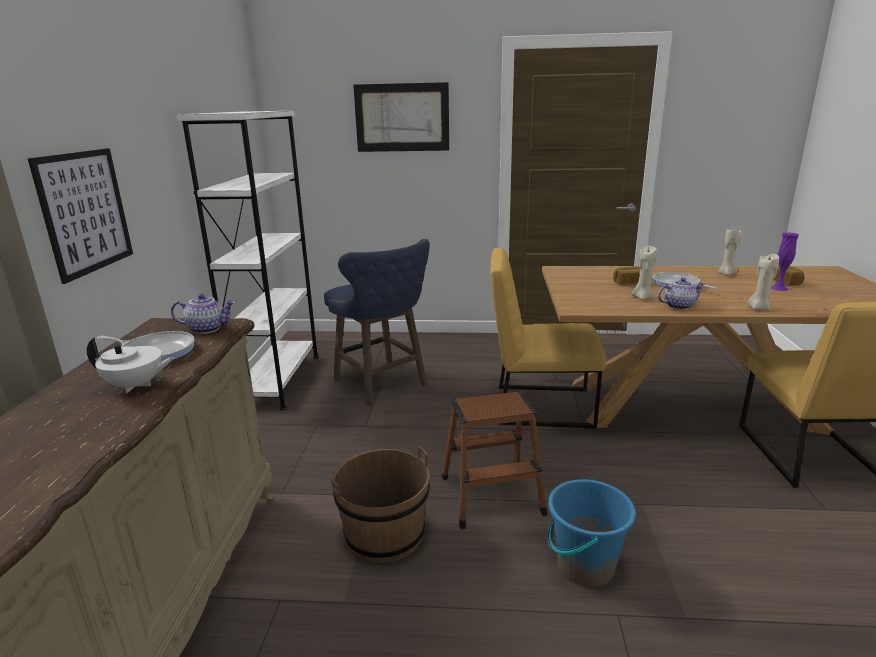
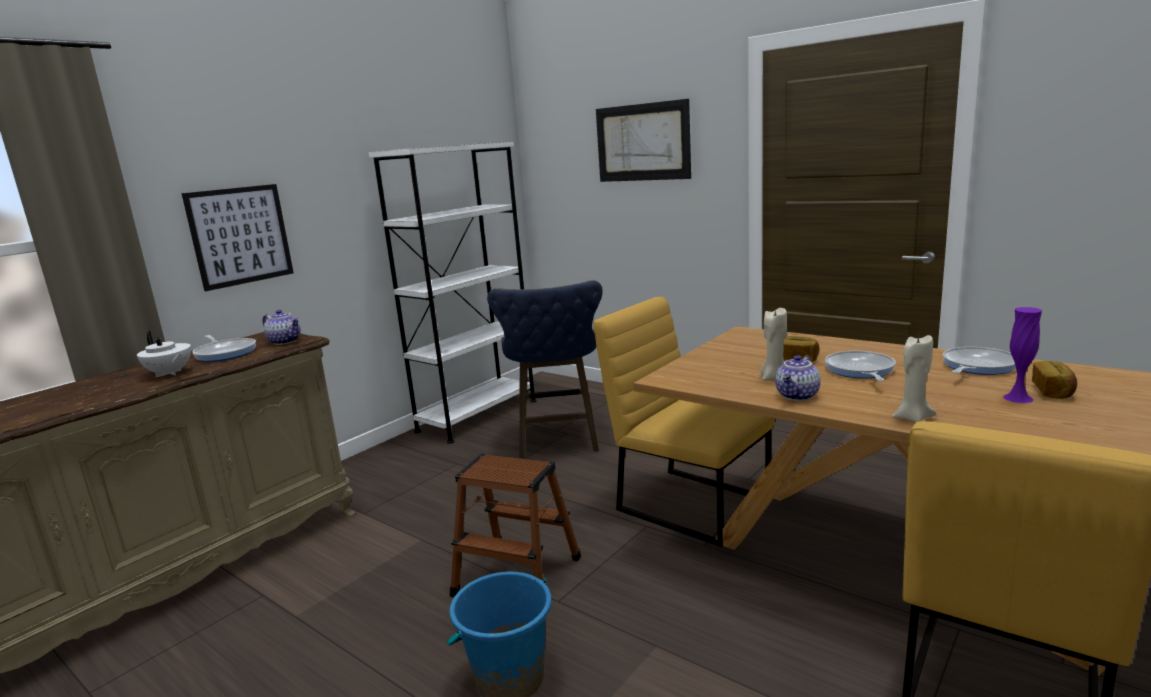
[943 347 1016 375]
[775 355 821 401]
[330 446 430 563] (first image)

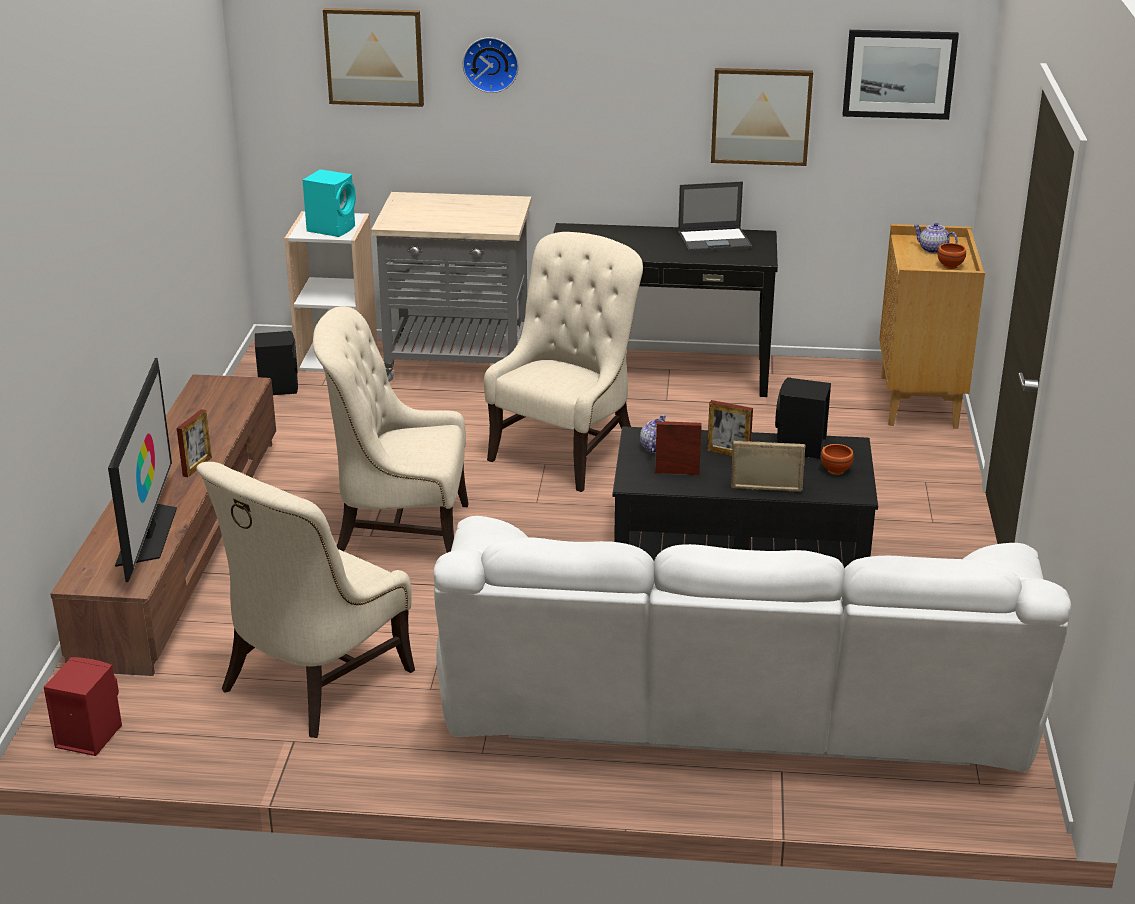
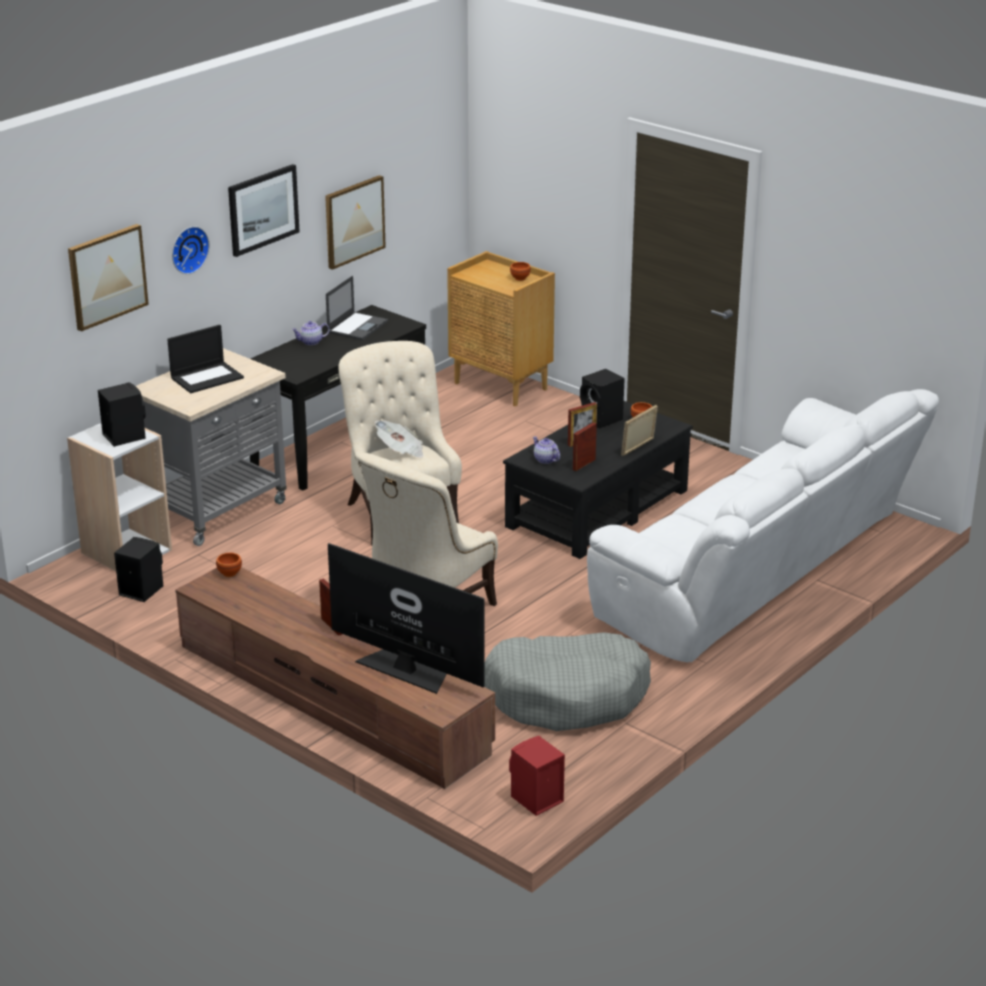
[228 164 300 257]
[98 382 146 447]
[292 321 330 345]
[485 632 651 731]
[167 325 244 393]
[374 421 423 458]
[216 553 242 577]

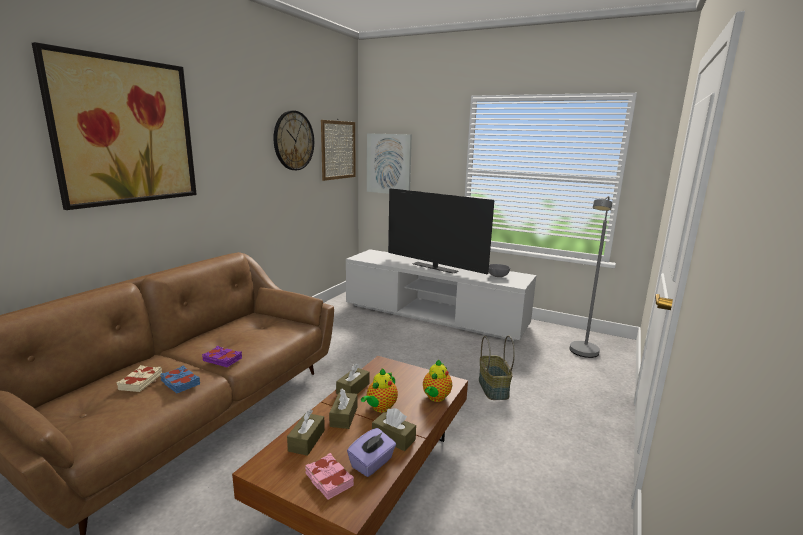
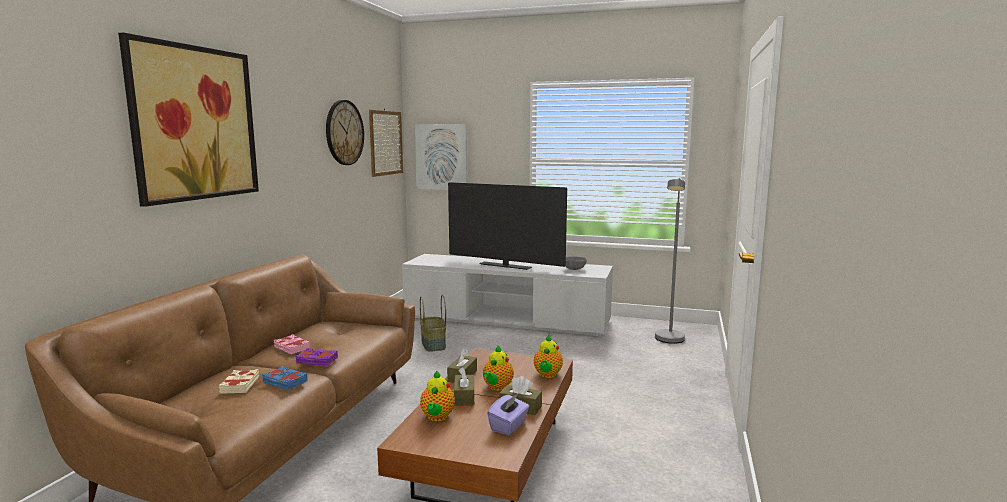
[420 294 446 352]
[420 371 455 421]
[274 335 310 354]

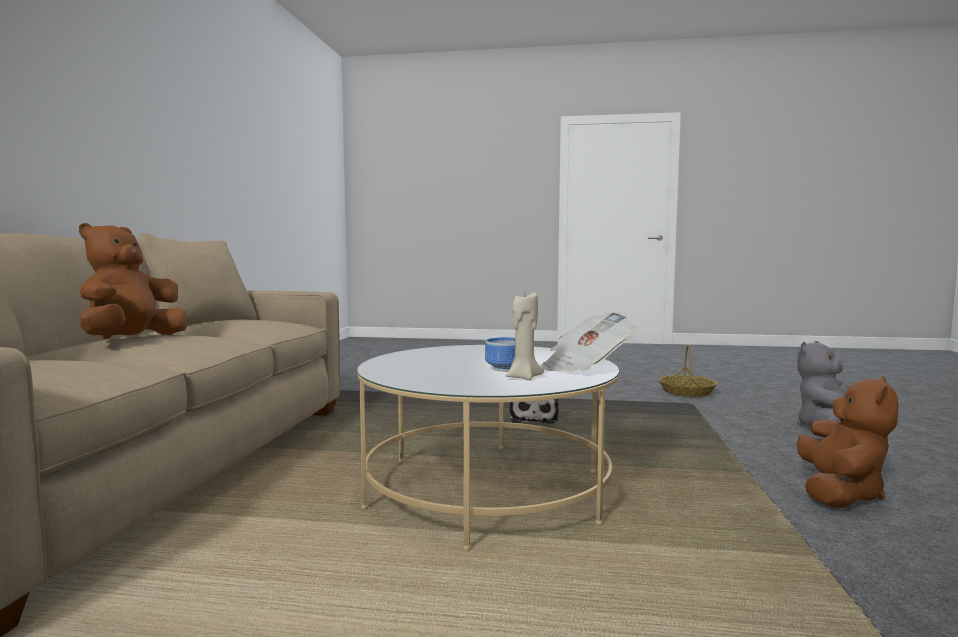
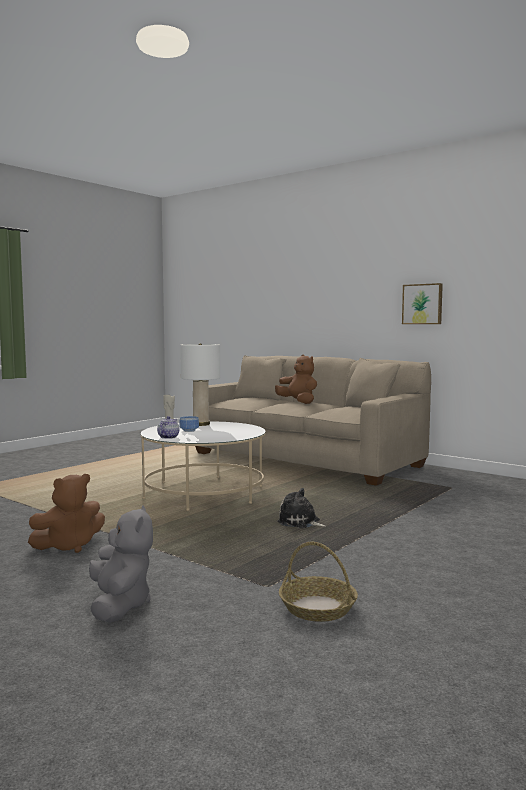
[157 416 180 439]
[28 474 105 553]
[402 283 443 324]
[180 343 220 426]

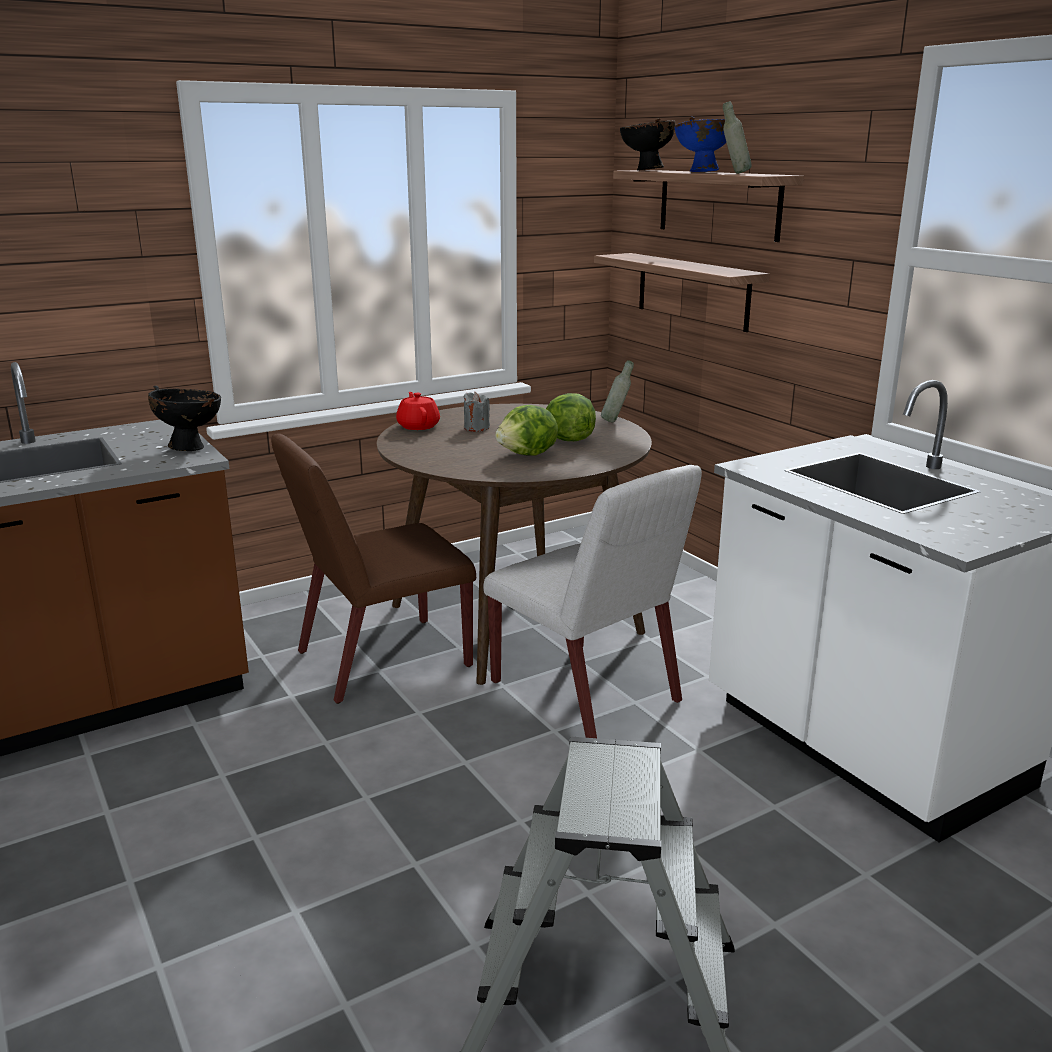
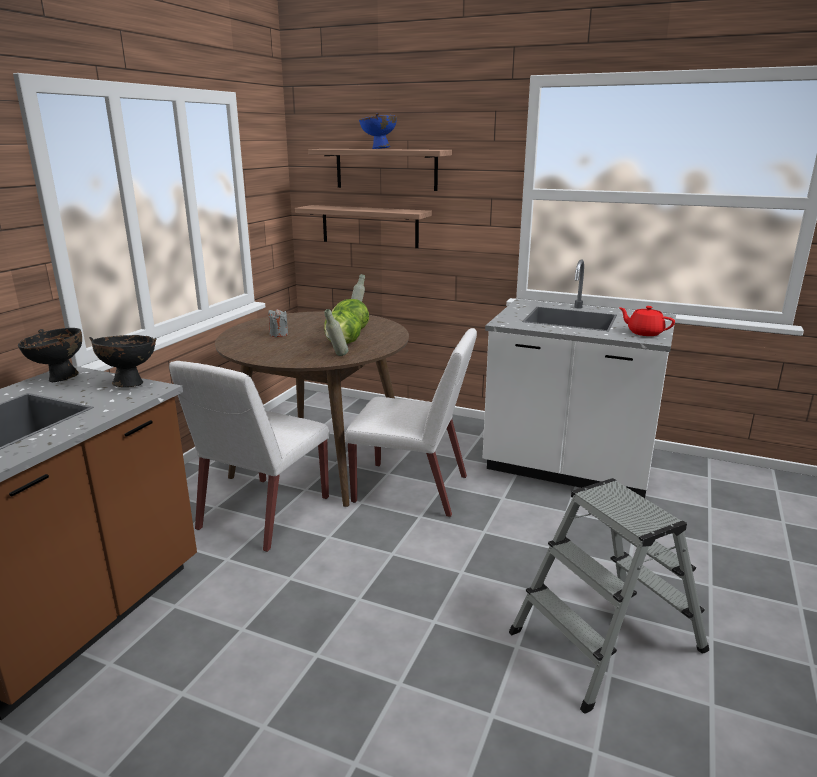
[324 309 348 356]
[18 328 82 382]
[619 306 675 336]
[169 361 330 552]

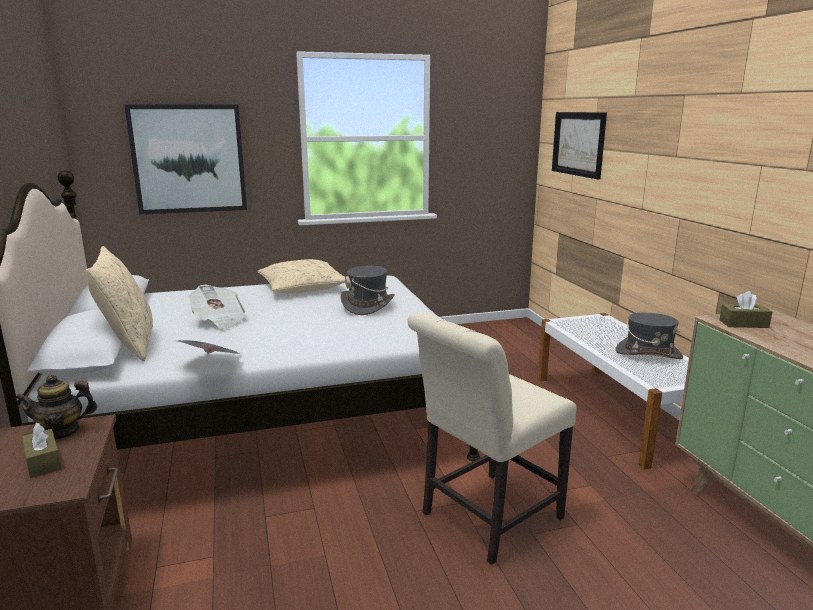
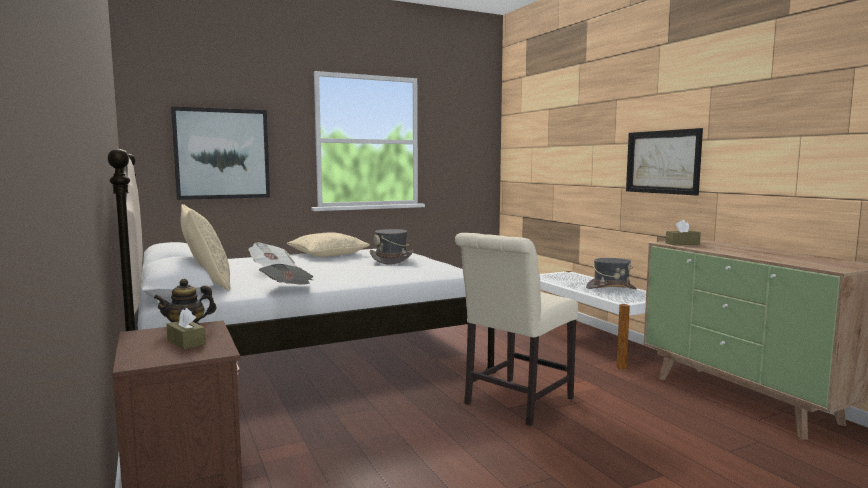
[626 128 703 195]

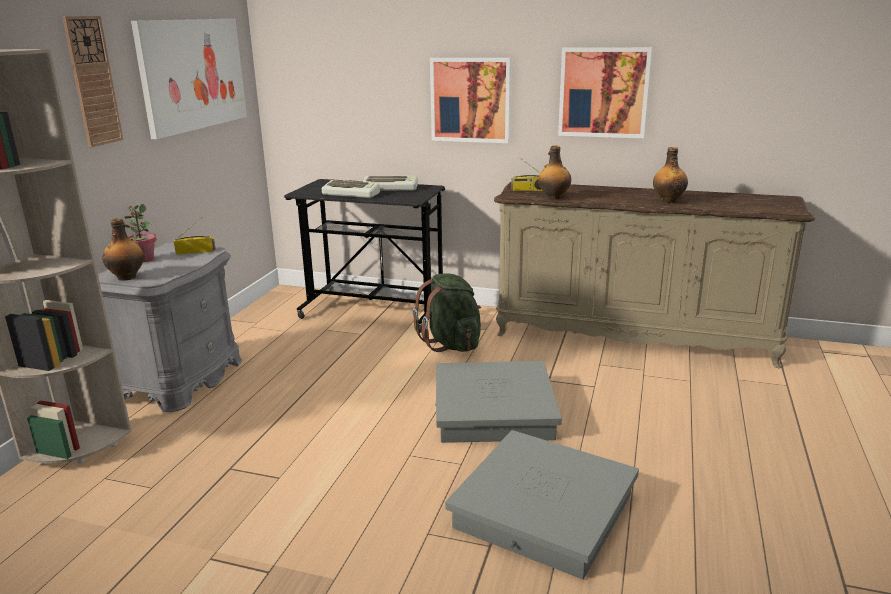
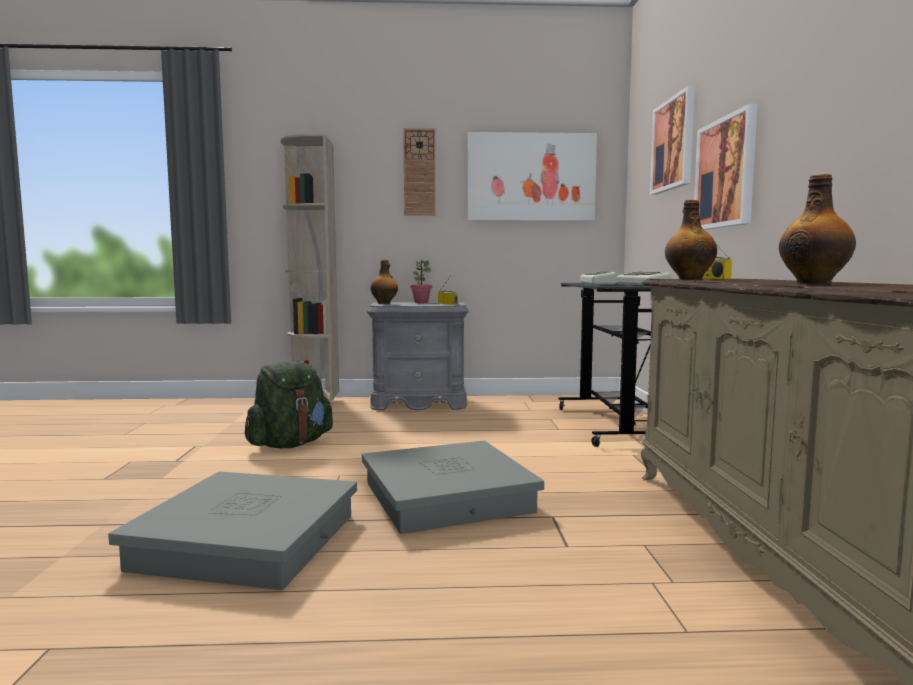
[650 86 695 195]
[245 361 333 448]

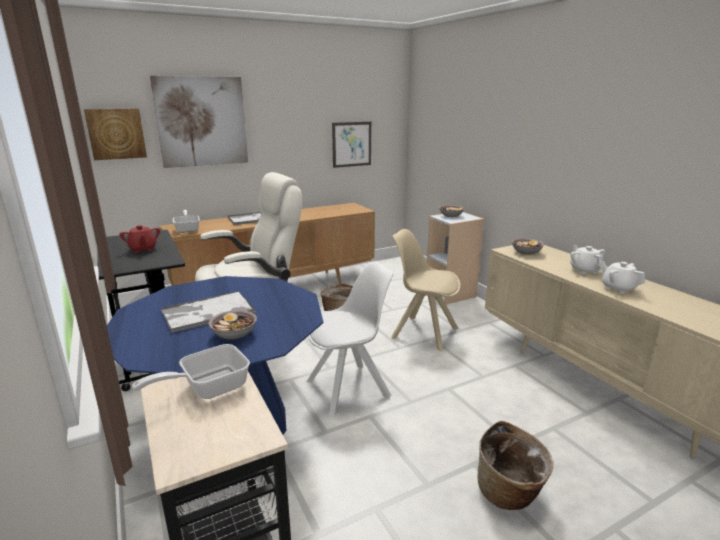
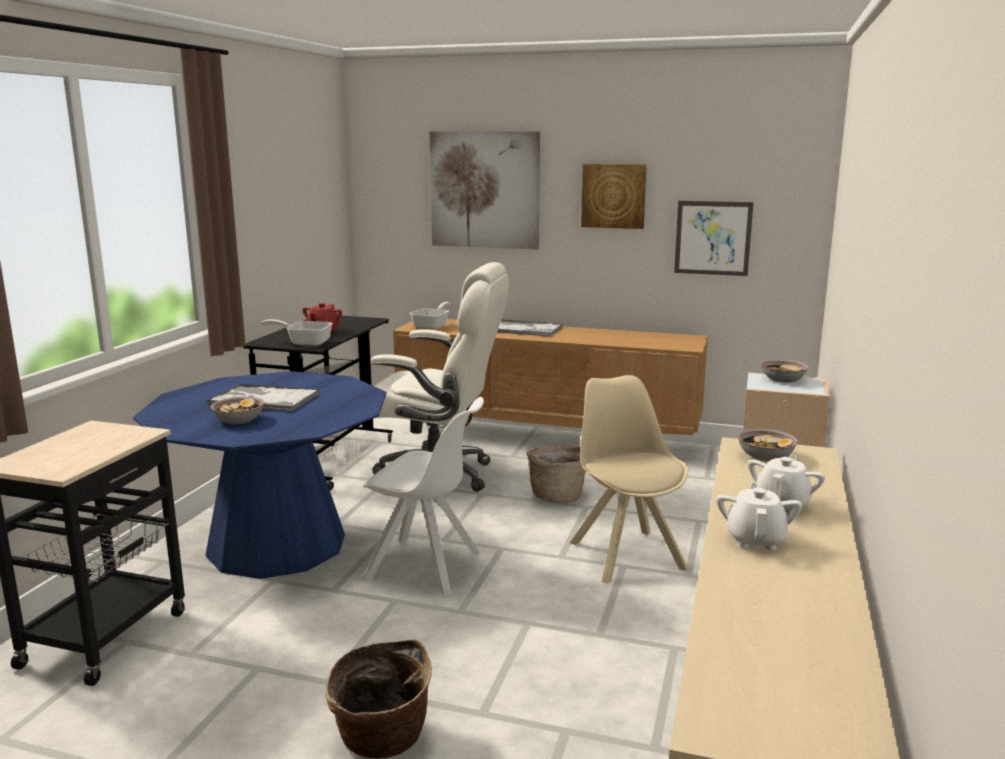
[581 164 647 229]
[261 319 333 346]

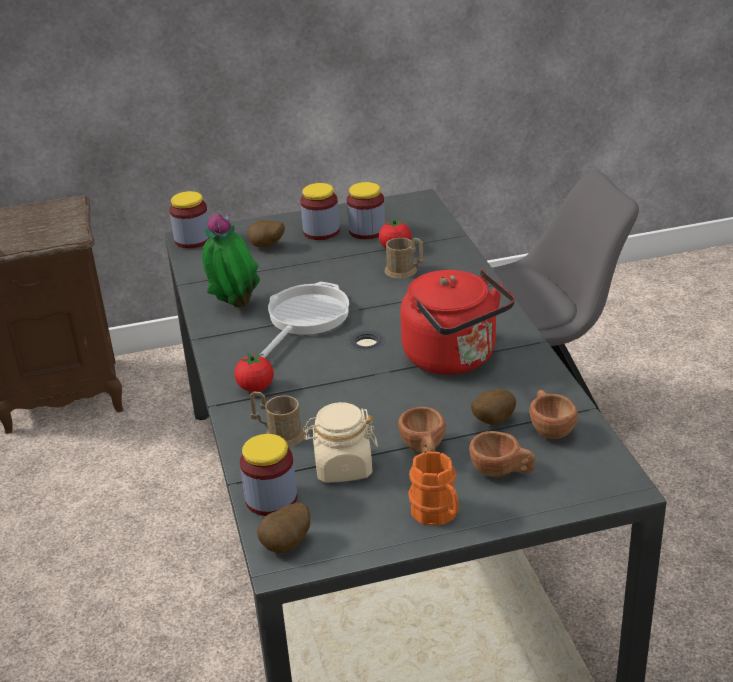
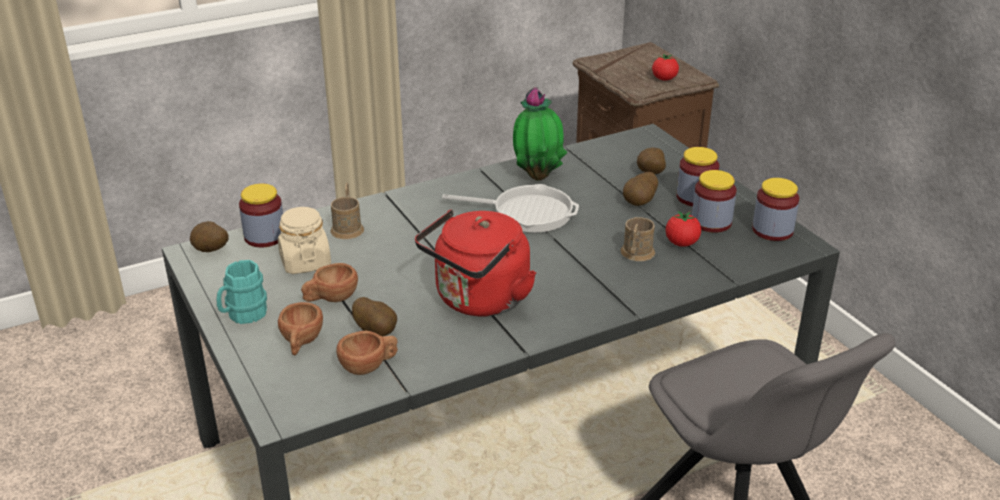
[752 178 799 241]
[652 53 679 81]
[216 260 267 324]
[623 172 658 206]

